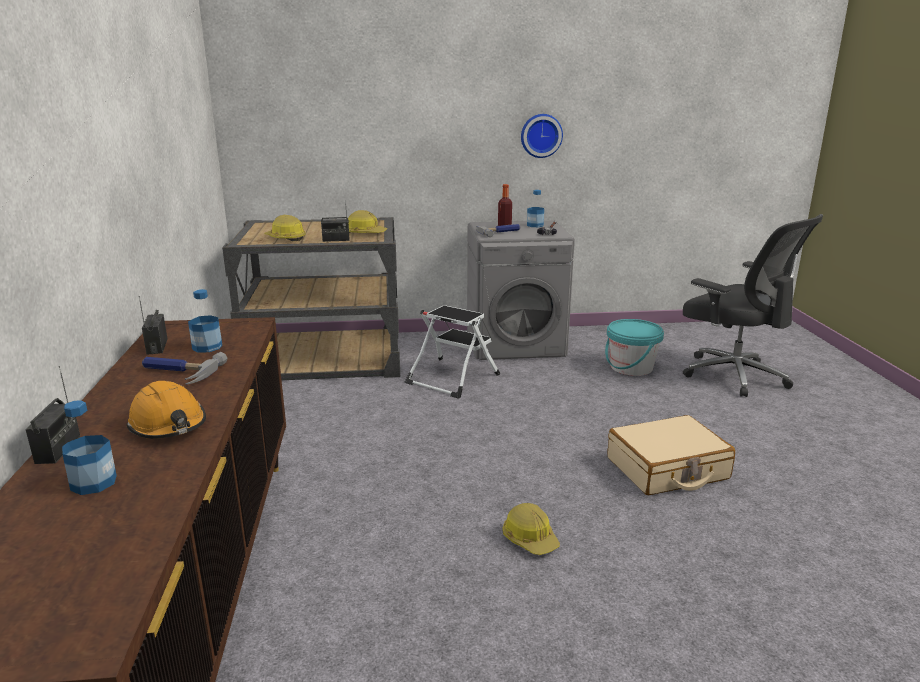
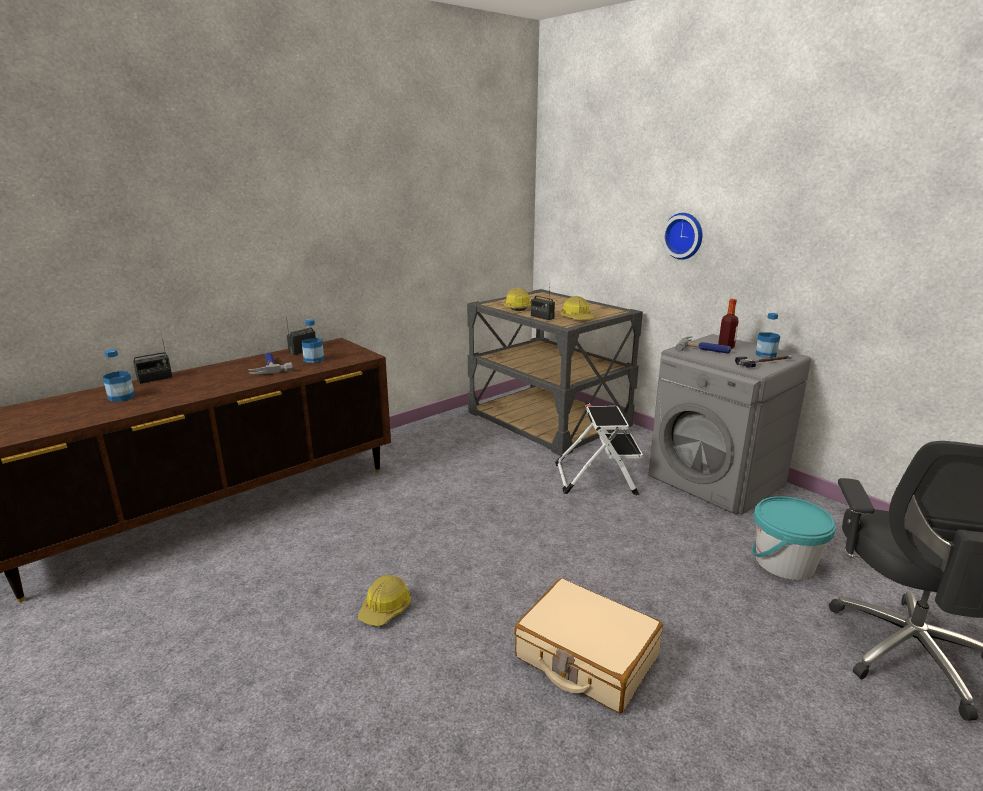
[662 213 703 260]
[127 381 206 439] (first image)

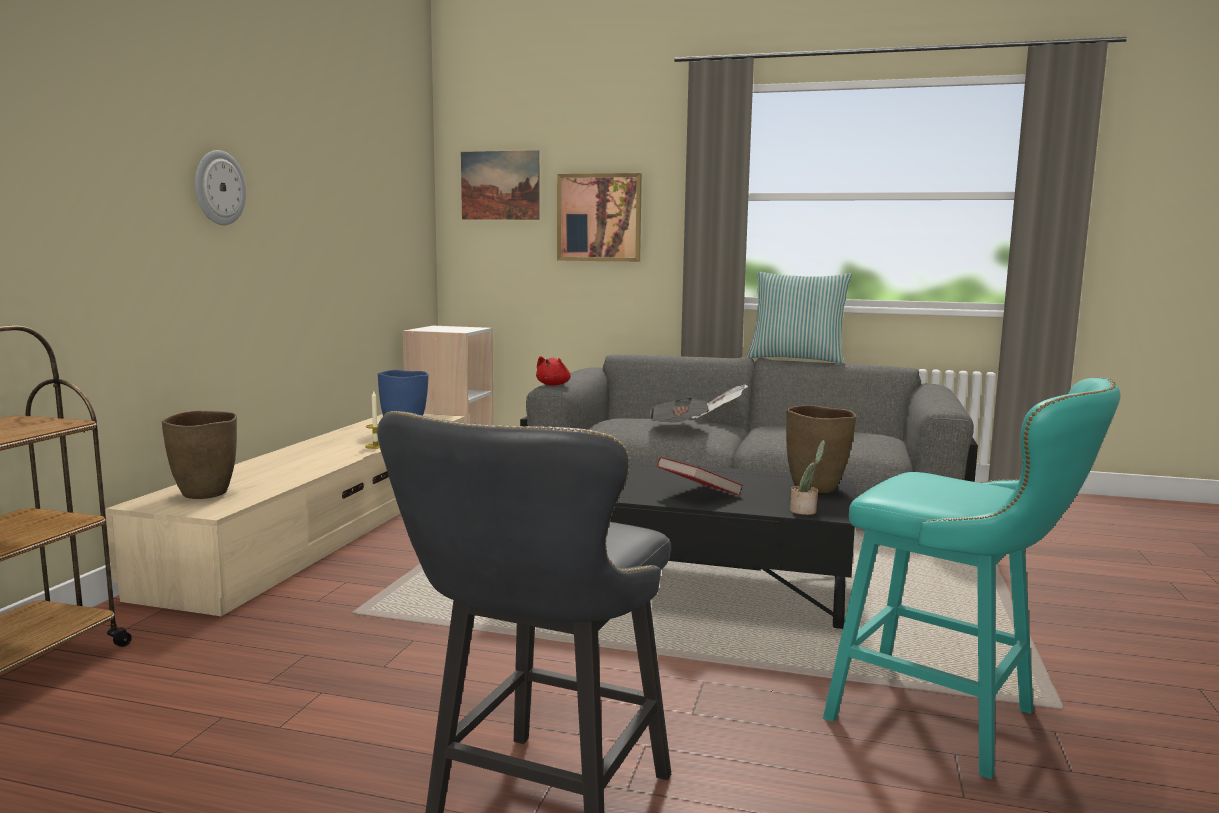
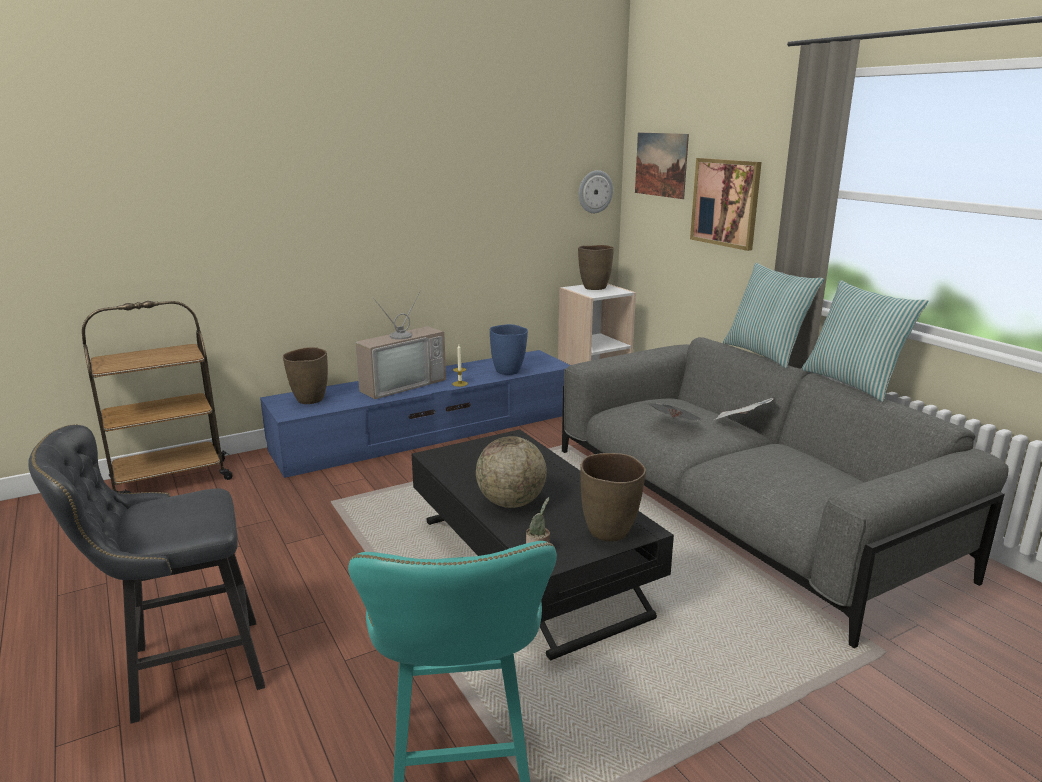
[579 170 613 213]
[536 356 571 386] (first image)
[260 350 570 478]
[476 436 547 508]
[578 245 614 290]
[723 263 824 369]
[355 289 446 399]

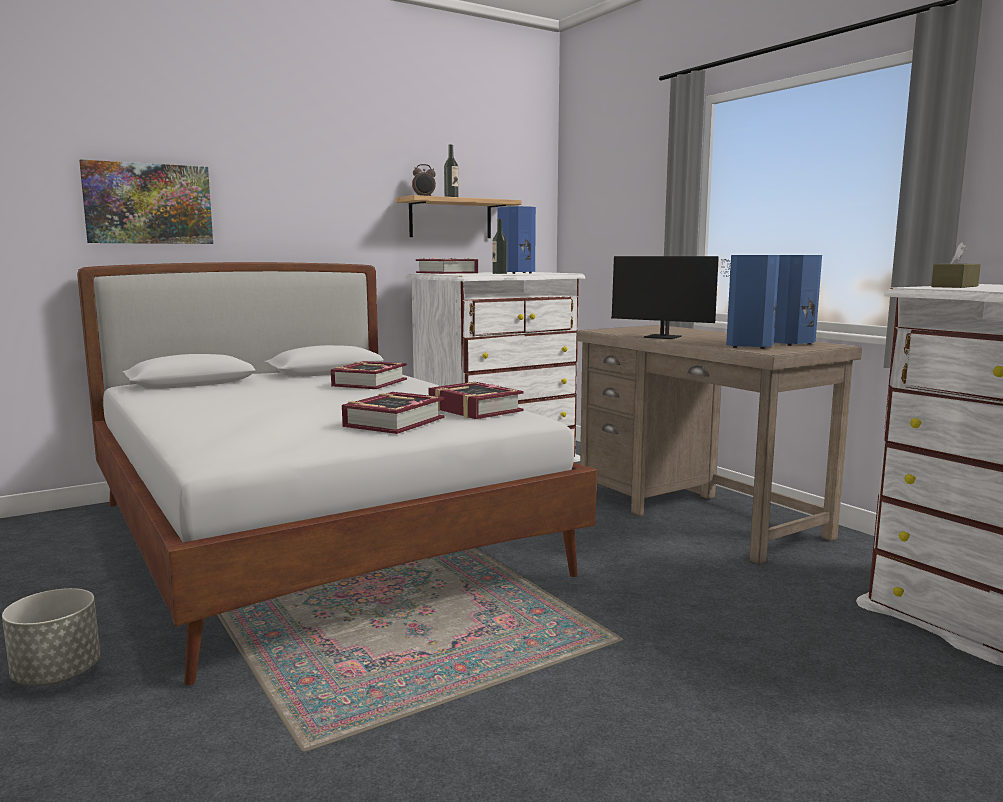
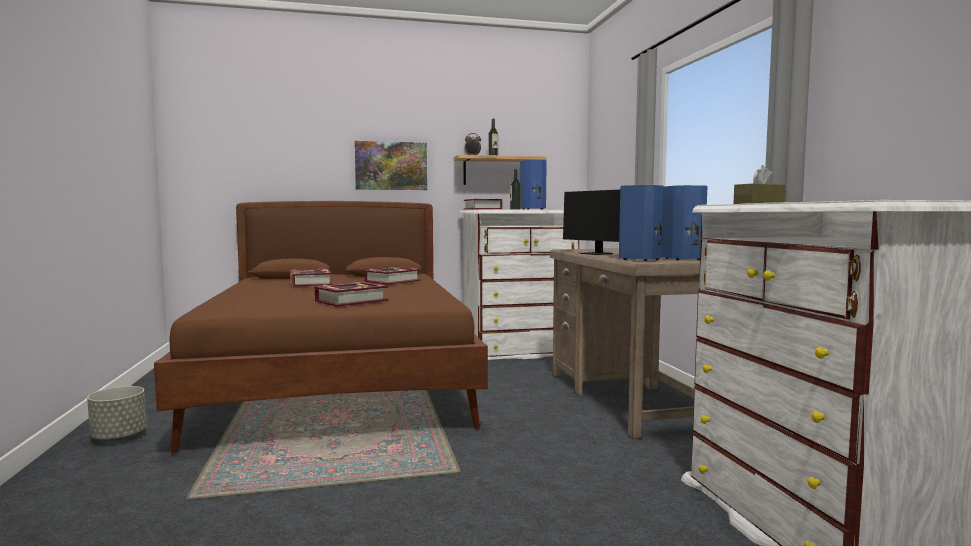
[355 141 427 190]
[154 201 488 454]
[290 268 332 287]

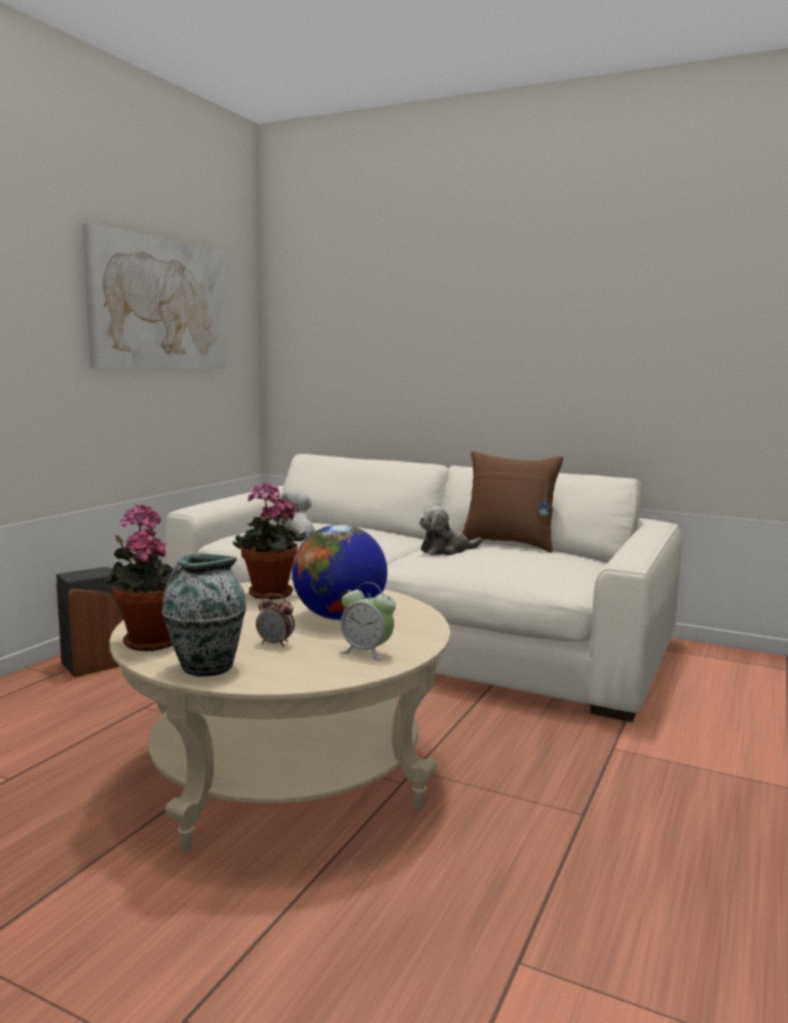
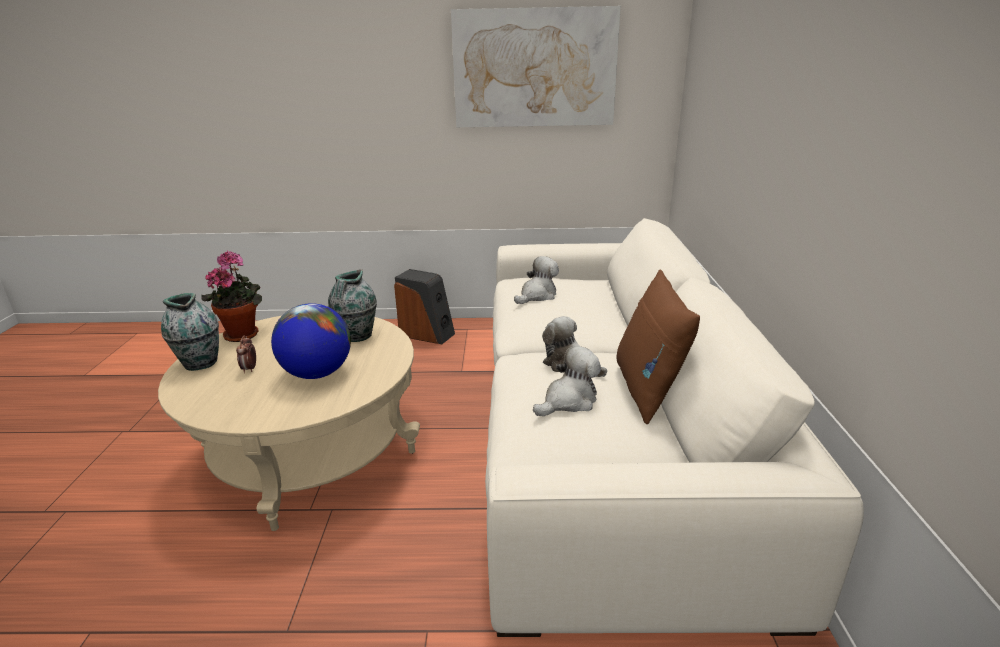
[328 269 377 342]
[340 582 396 661] (first image)
[533 346 601 416]

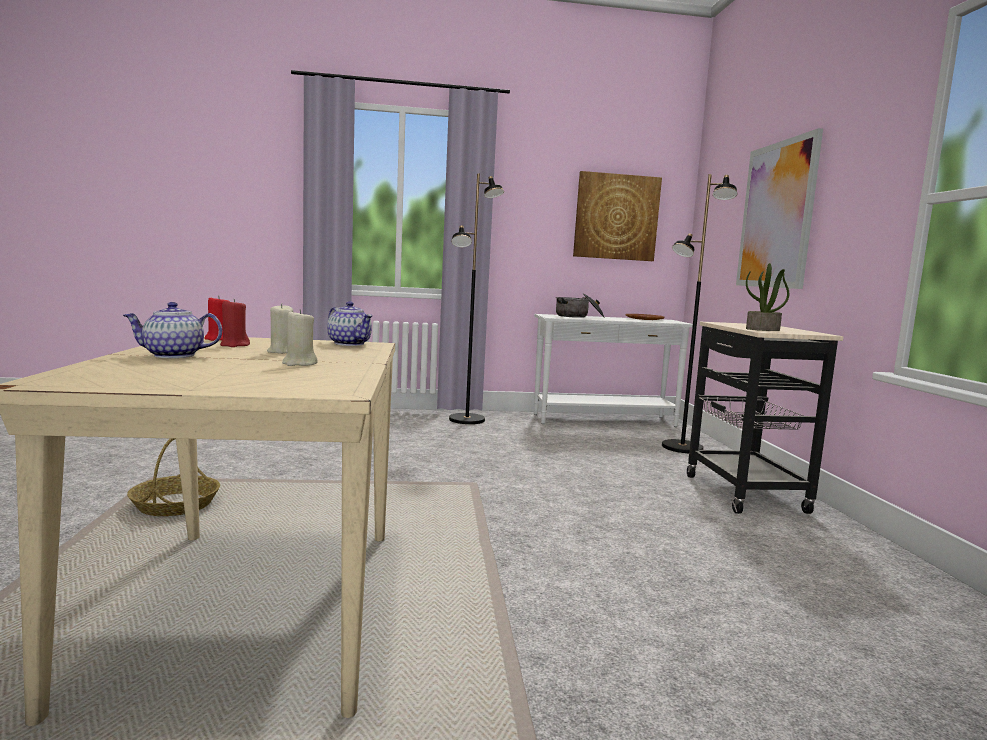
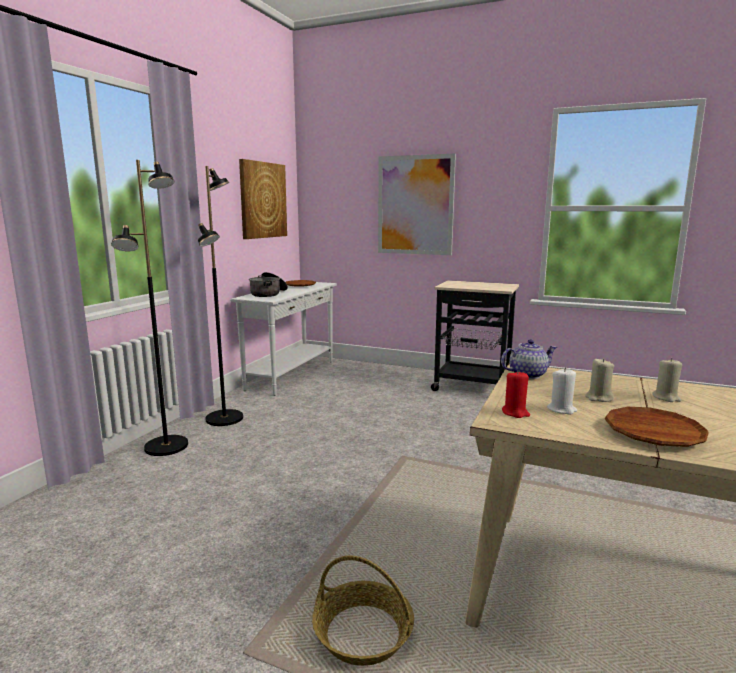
[111 160 188 456]
[746 263 789 331] (first image)
[547 368 577 414]
[605 407 709 447]

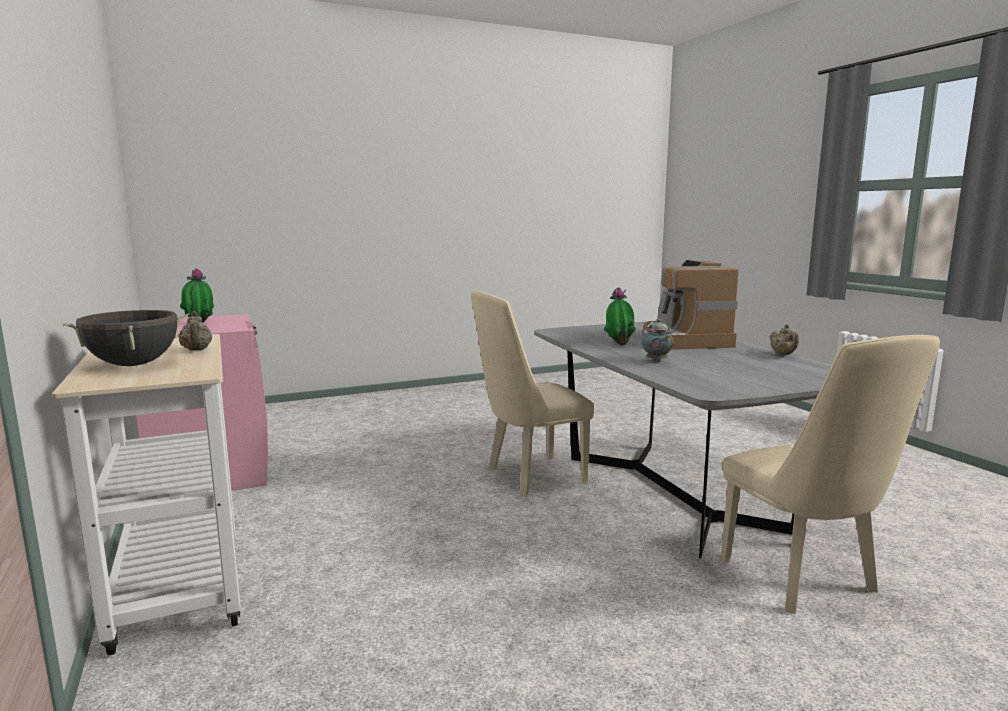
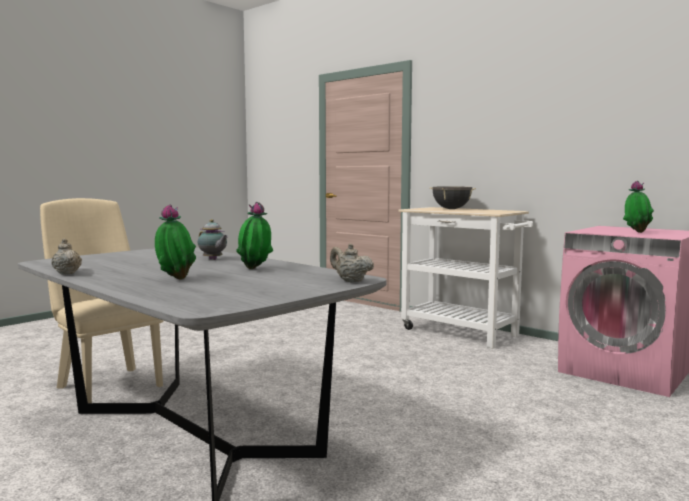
[155 205 196 279]
[471 291 595 497] (first image)
[330 243 374 282]

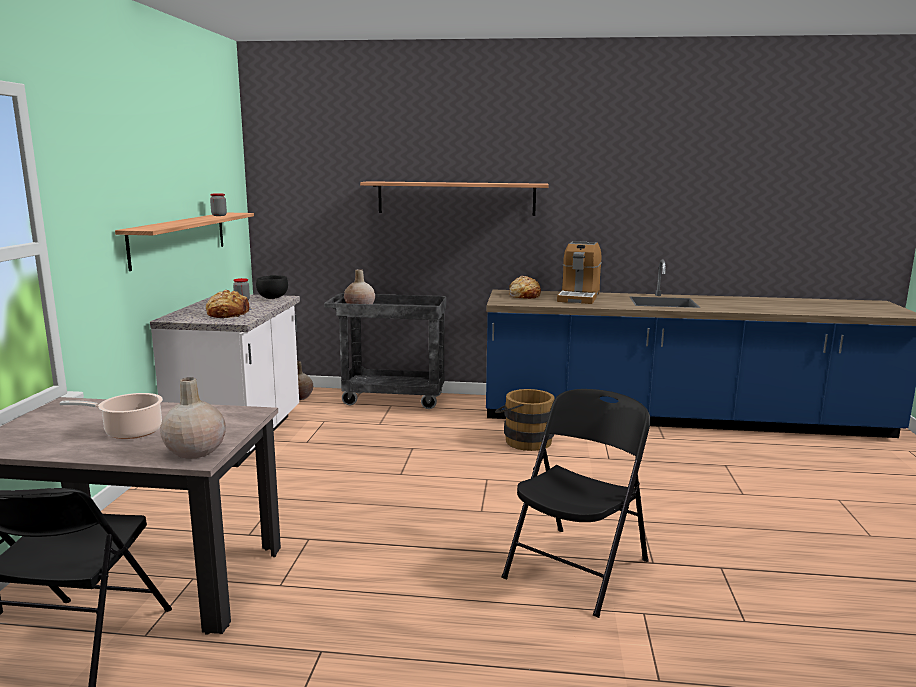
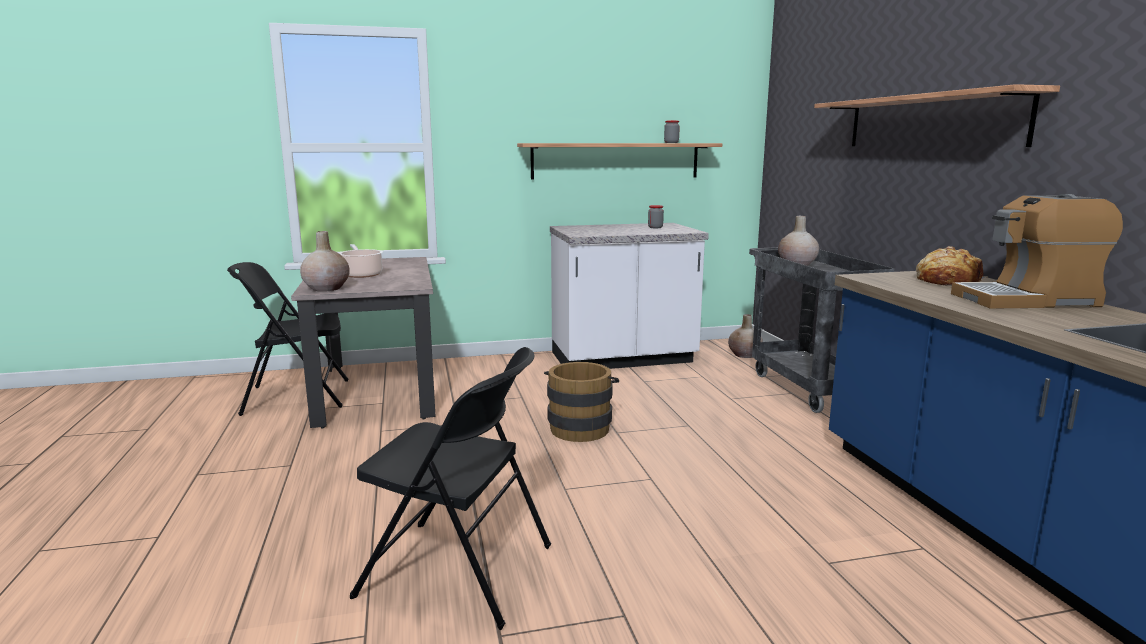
[256 275 288 299] (first image)
[206 290 254 318] (first image)
[544 362 619 442]

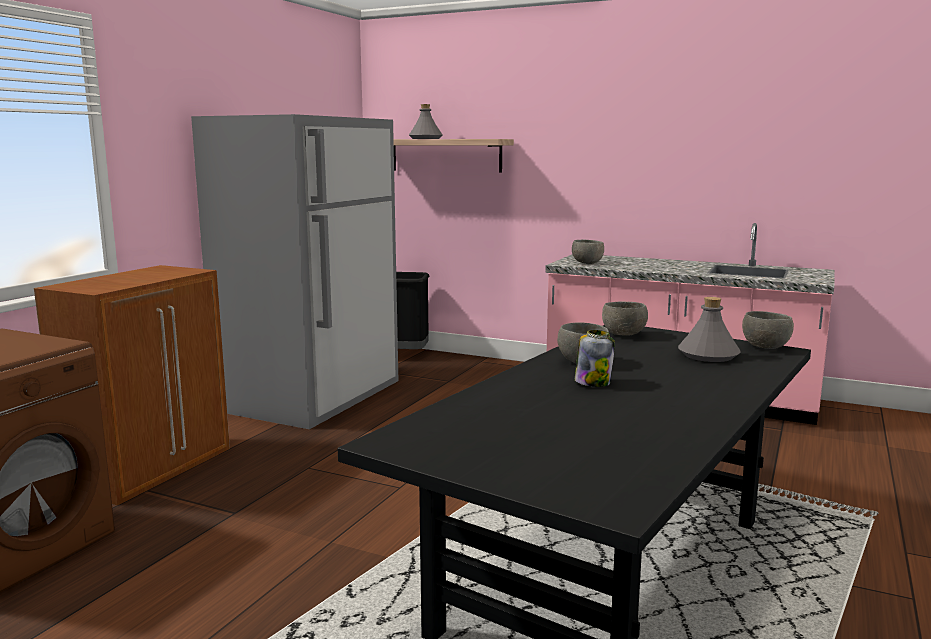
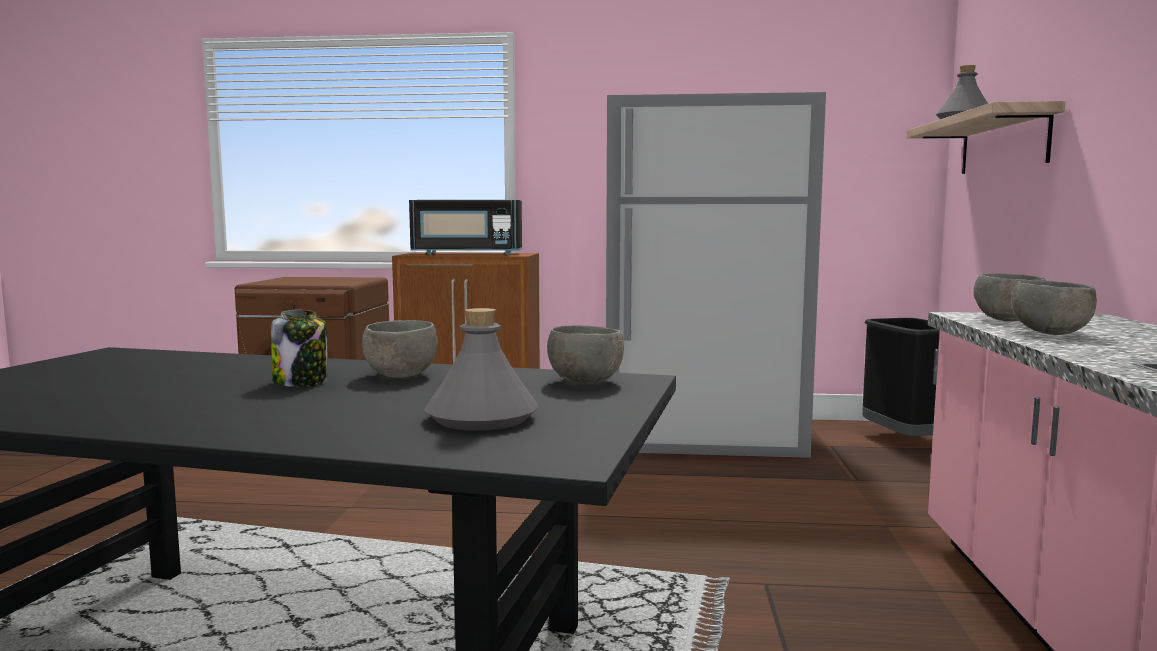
[1012 281 1097 335]
[409 200 522 255]

